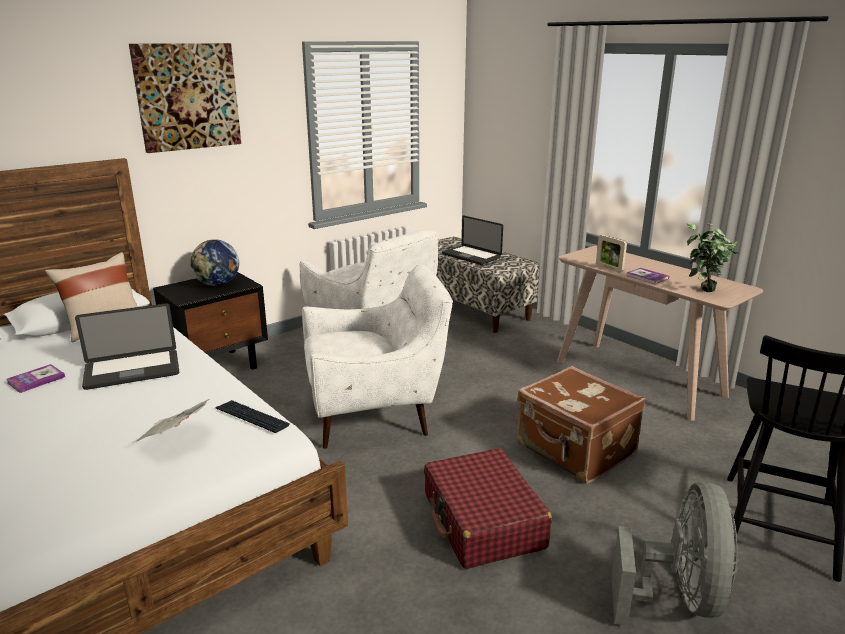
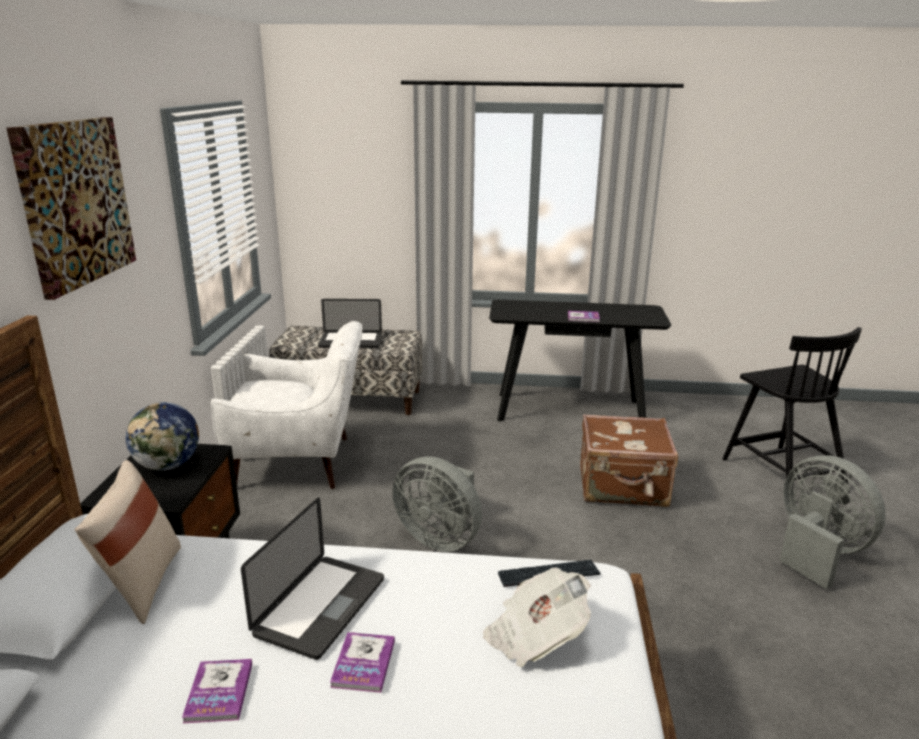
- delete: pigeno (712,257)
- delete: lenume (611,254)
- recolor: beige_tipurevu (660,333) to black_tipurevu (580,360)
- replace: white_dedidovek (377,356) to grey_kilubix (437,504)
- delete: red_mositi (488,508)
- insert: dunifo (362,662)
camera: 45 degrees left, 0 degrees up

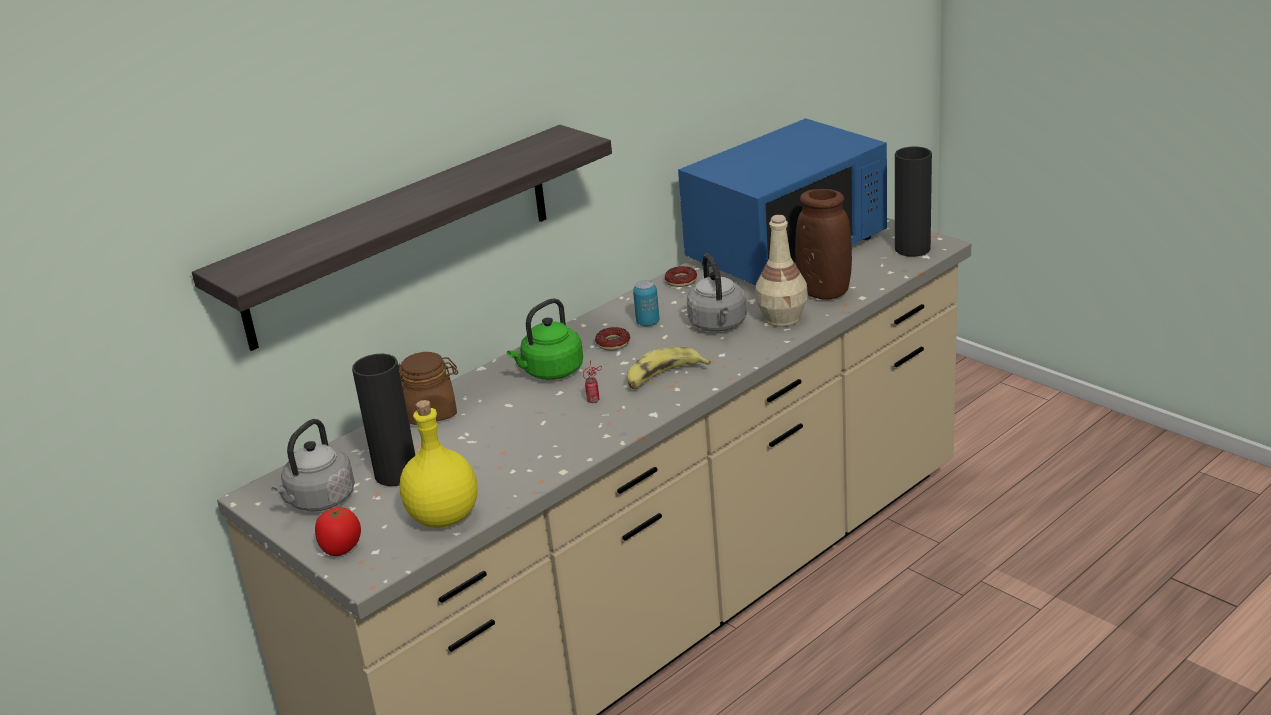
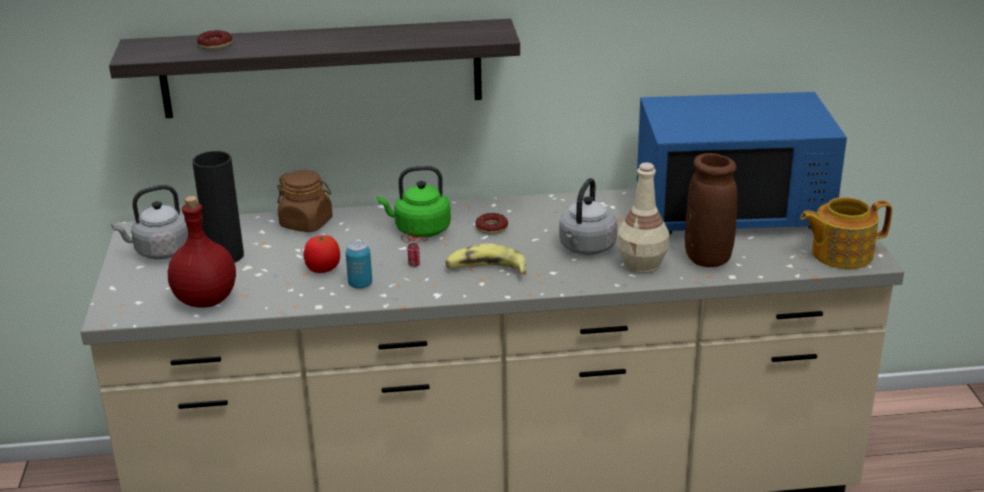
- replace: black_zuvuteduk (913,202) to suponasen (846,233)
- move: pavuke (681,276) to (214,40)
- move: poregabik (646,303) to (359,265)
- recolor: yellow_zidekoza (439,464) to red_zidekoza (202,252)
- move: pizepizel (338,531) to (321,254)
camera: 35 degrees right, 0 degrees up

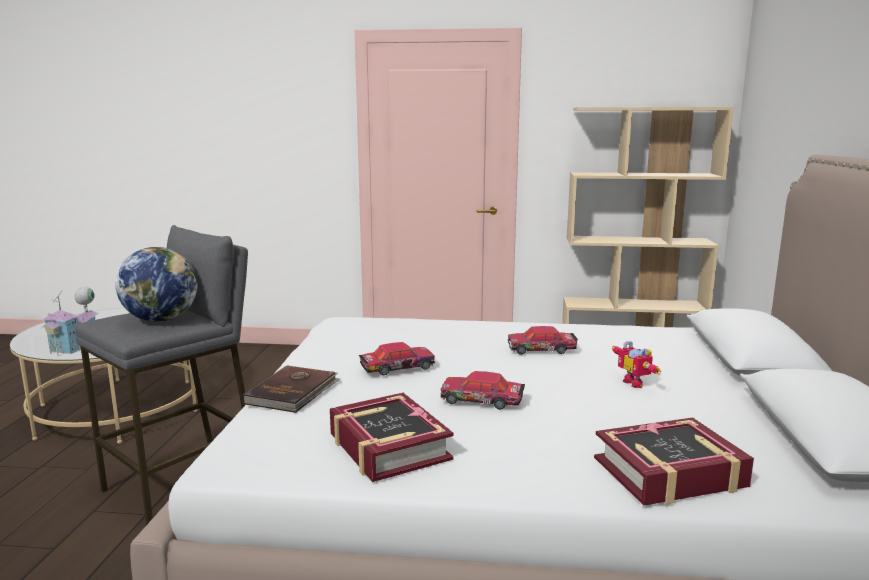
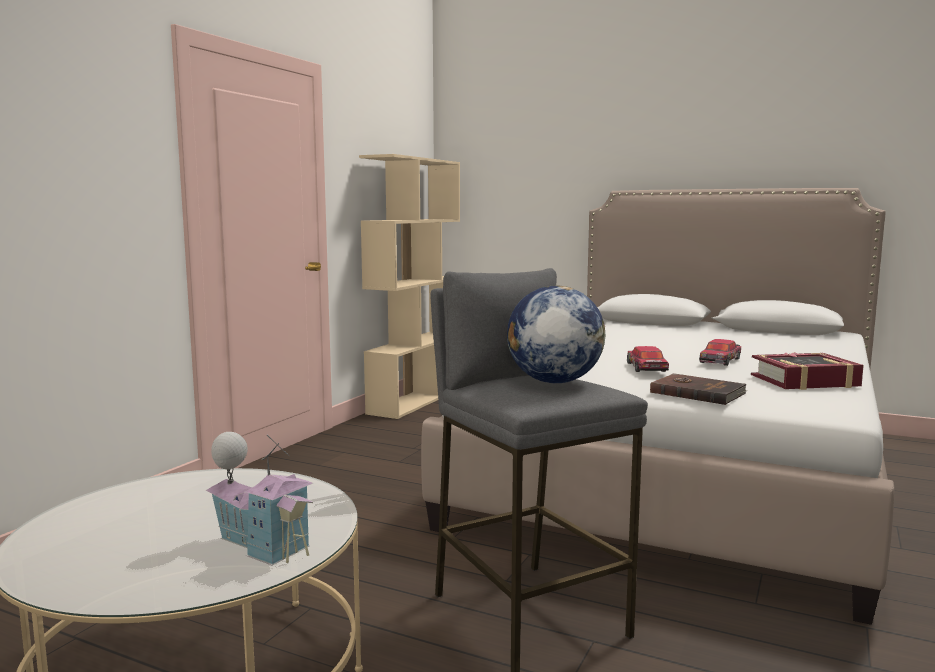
- delete: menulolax (543,340)
- delete: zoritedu (636,364)
- delete: dunifo (674,462)
camera: 70 degrees left, 5 degrees down

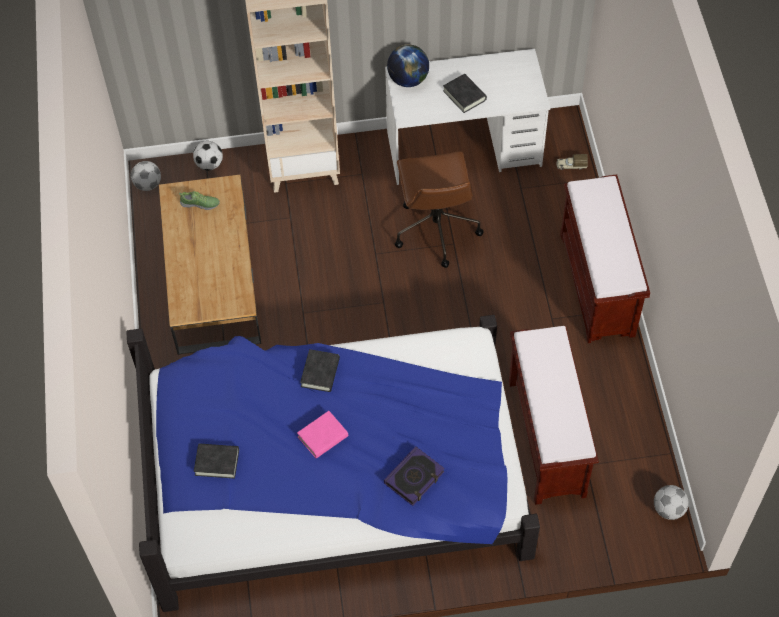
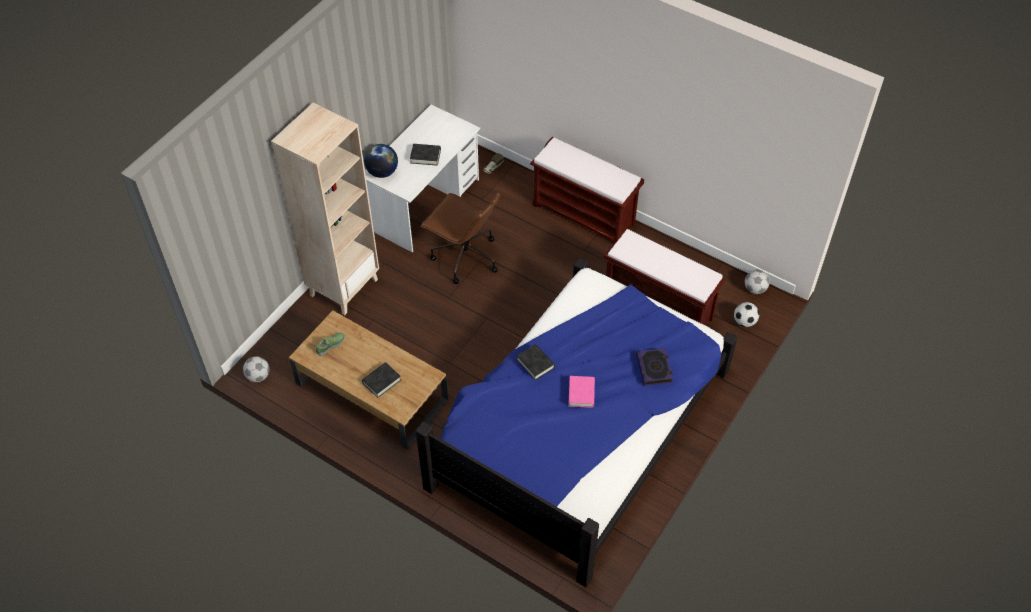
- move: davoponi (208,156) to (746,314)
- move: black_dunifo (216,461) to (381,380)
camera: 50 degrees left, 5 degrees down

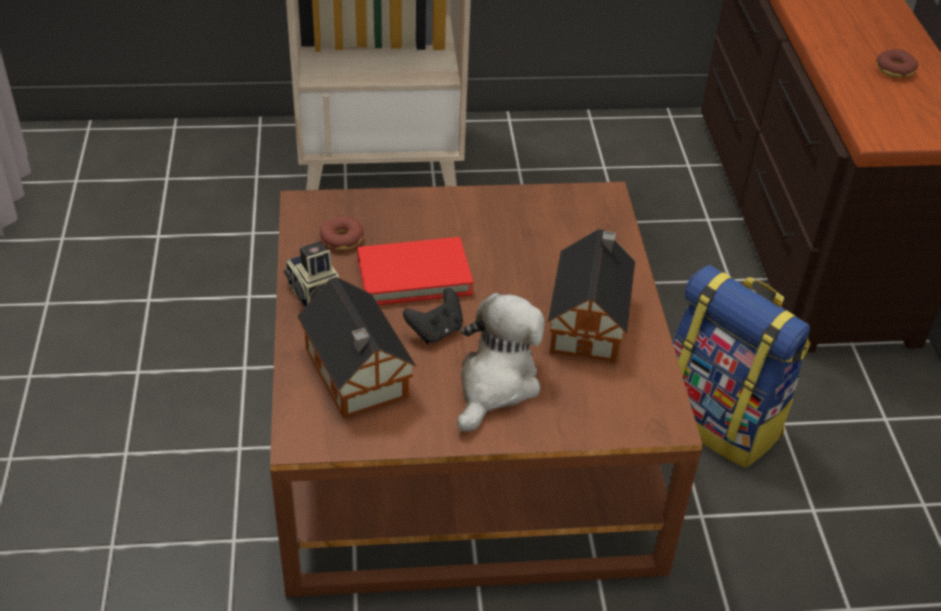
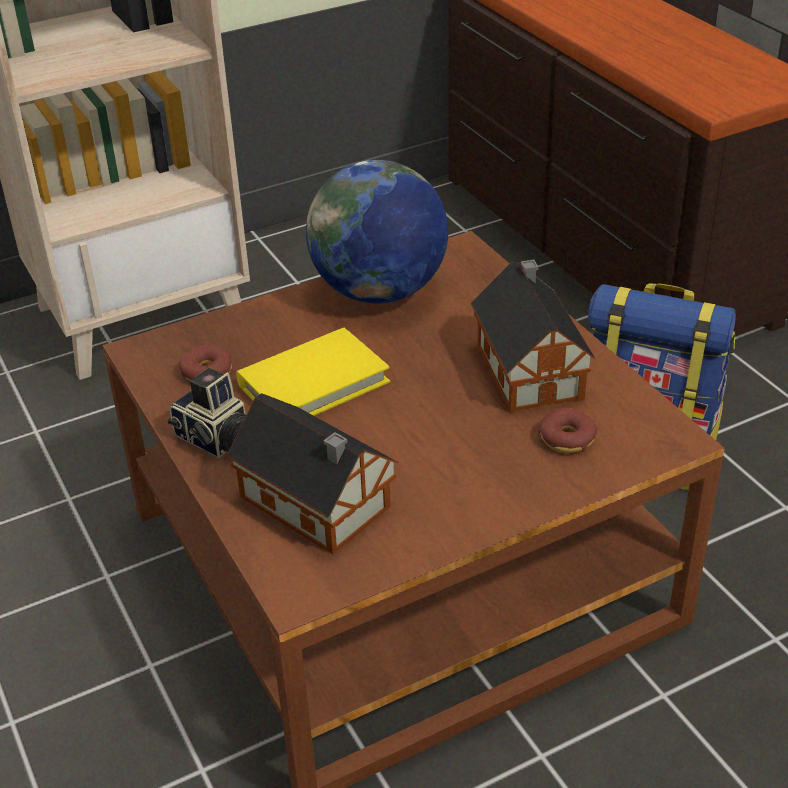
- move: pavuke (897,63) to (567,430)
- recolor: red_dunifo (415,271) to yellow_dunifo (313,372)
- delete: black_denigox (433,316)
- delete: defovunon (501,362)
- insert: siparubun (377,232)
camera: 20 degrees left, 5 degrees down

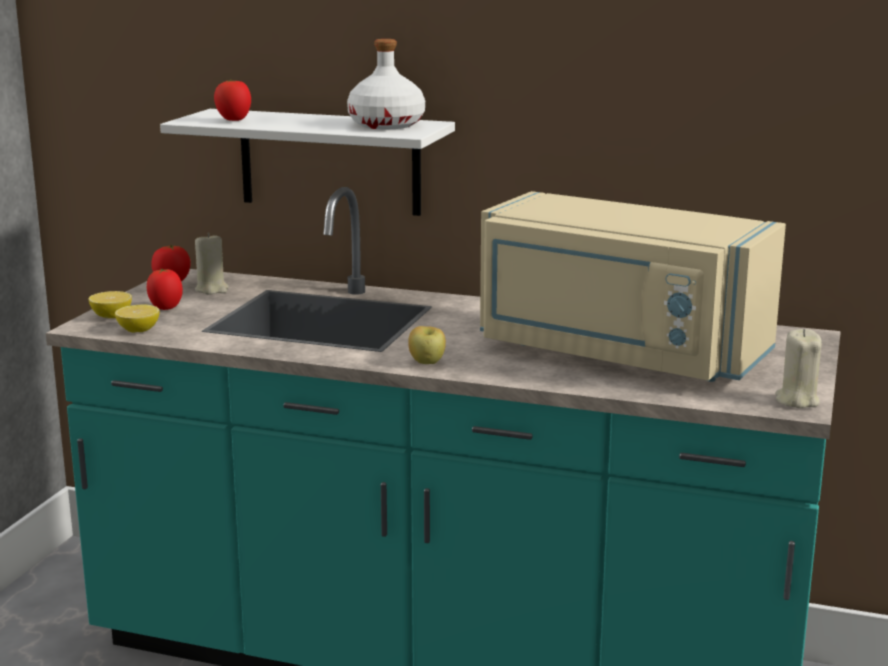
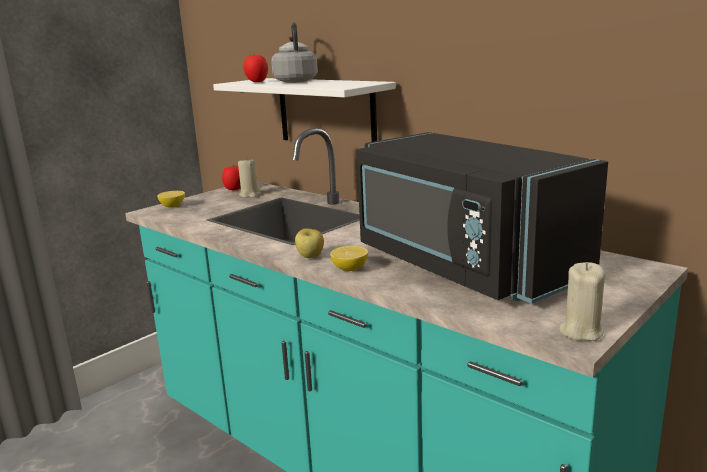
- delete: white_zidekoza (386,84)
- recolor: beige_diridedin (633,286) to black_diridedin (482,218)
- delete: pizepizel (165,289)
- move: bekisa (137,319) to (349,258)
- insert: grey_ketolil (294,52)
camera: 25 degrees right, 0 degrees up

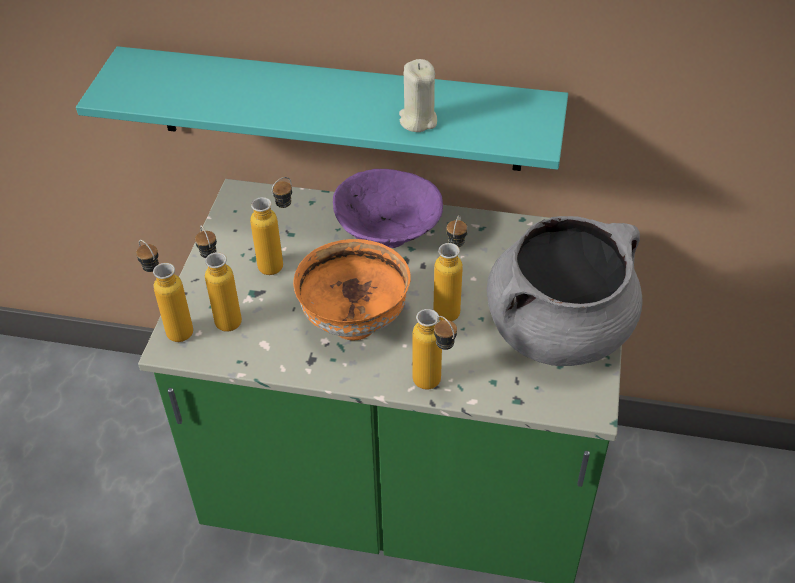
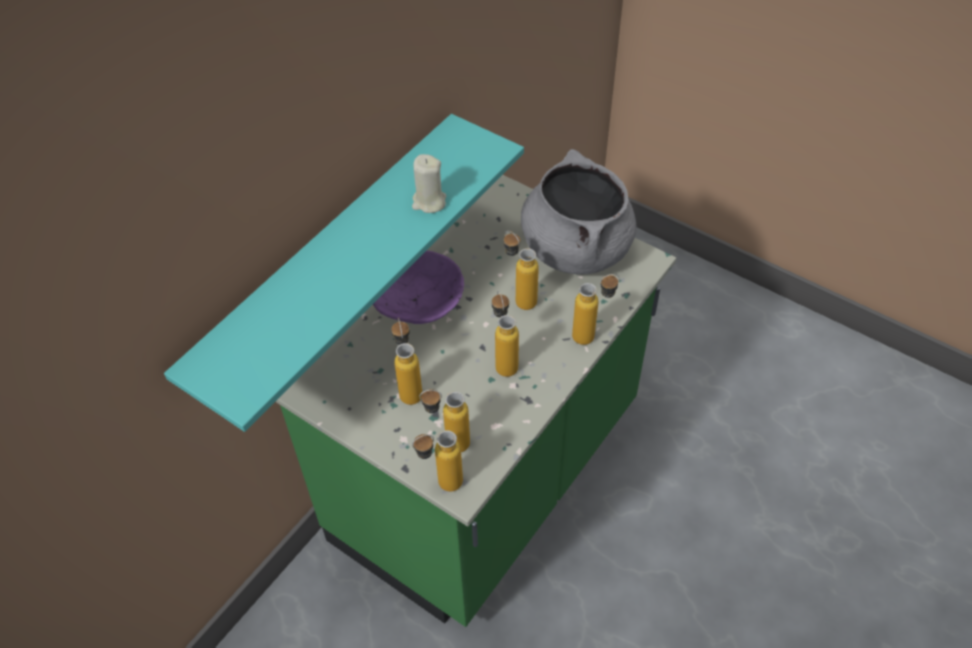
- replace: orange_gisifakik (352,289) to zidekoza (505,334)
camera: 65 degrees left, 5 degrees up

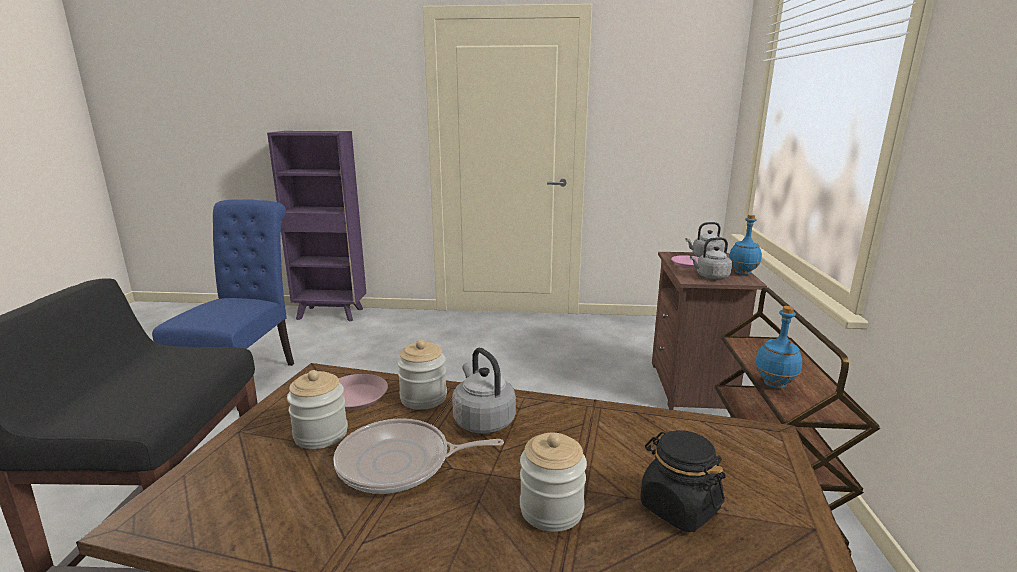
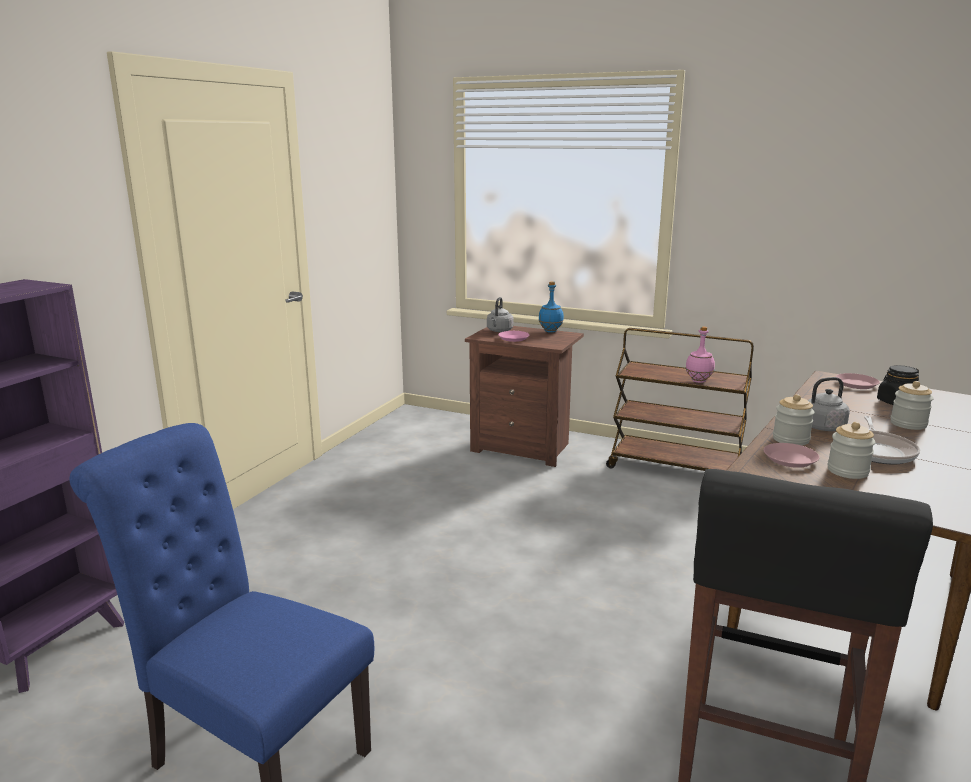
- delete: grey_ketolil (711,258)
- recolor: blue_zidekoza (778,347) to pink_zidekoza (700,354)
- insert: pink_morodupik (858,381)
camera: 70 degrees left, 0 degrees up

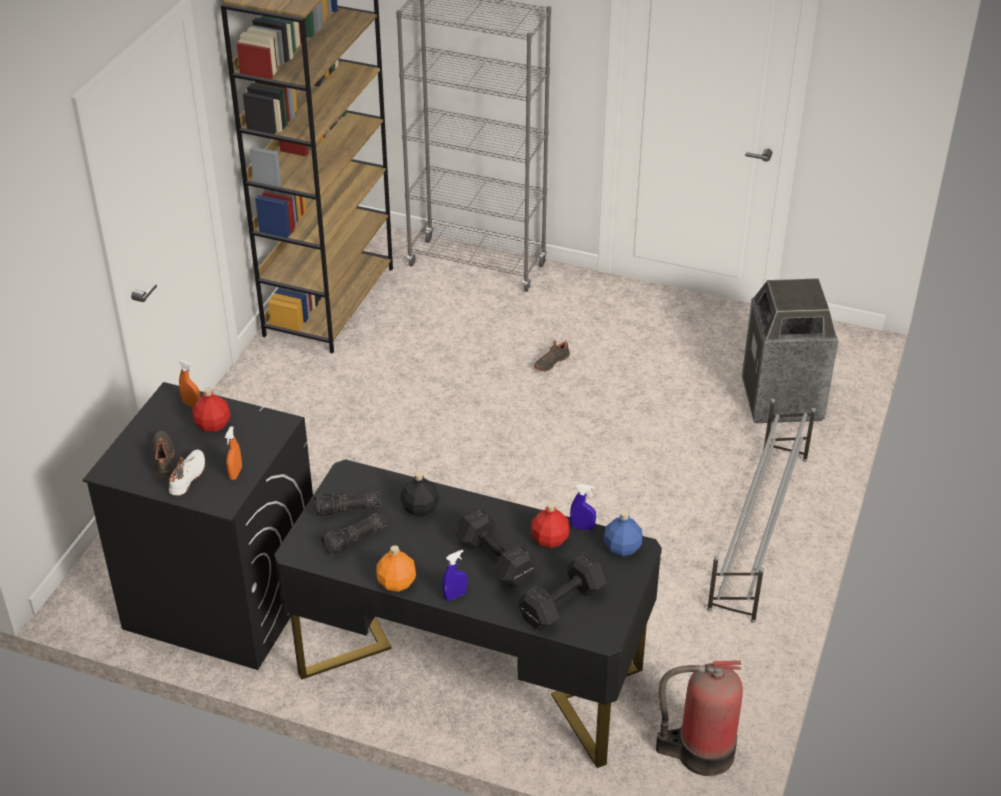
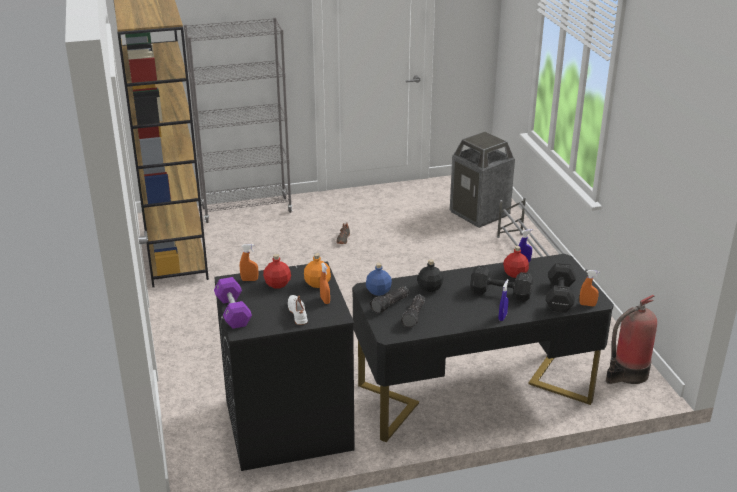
- delete: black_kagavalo (163,454)
- move: blue_zidekoza (623,533) to (379,279)
- move: orange_zidekoza (396,568) to (317,270)
- insert: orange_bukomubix (589,288)
- insert: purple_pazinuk (233,303)
camera: 35 degrees left, 10 degrees down

